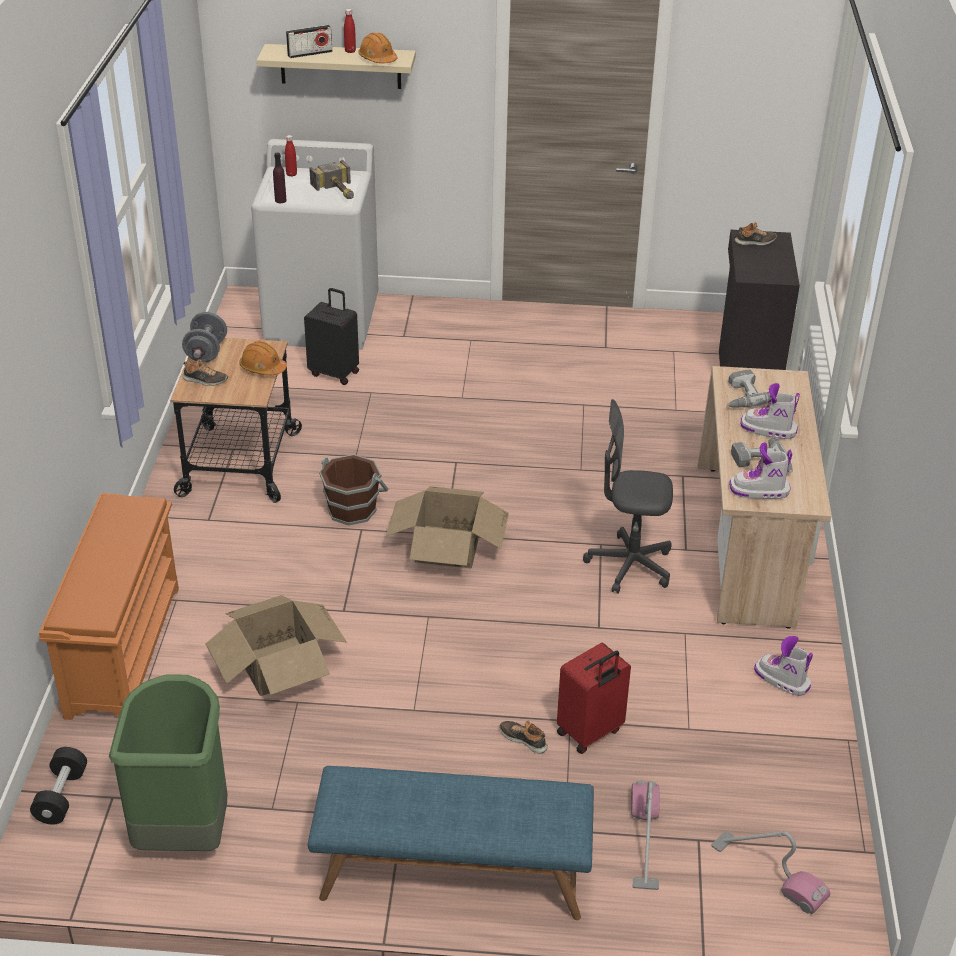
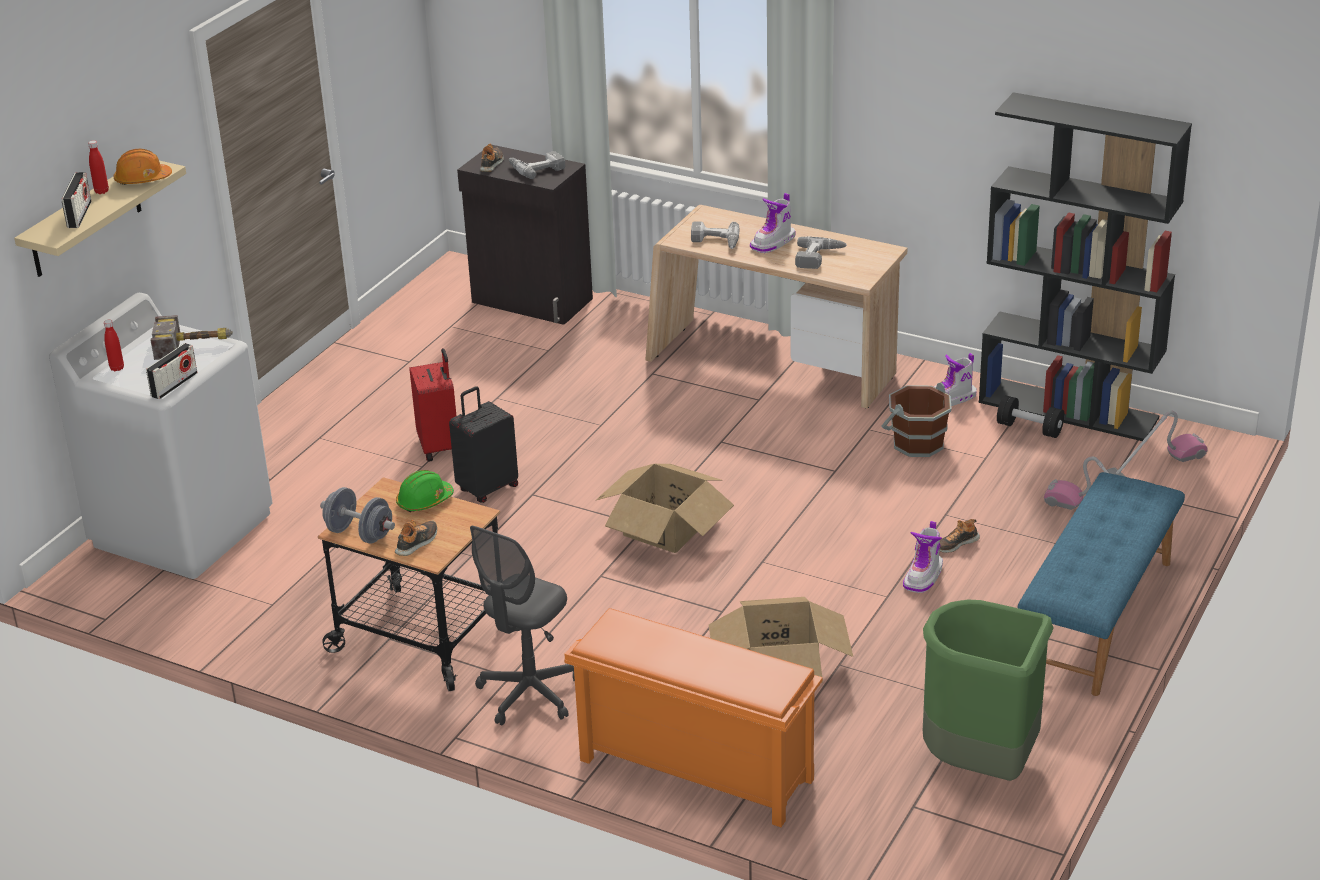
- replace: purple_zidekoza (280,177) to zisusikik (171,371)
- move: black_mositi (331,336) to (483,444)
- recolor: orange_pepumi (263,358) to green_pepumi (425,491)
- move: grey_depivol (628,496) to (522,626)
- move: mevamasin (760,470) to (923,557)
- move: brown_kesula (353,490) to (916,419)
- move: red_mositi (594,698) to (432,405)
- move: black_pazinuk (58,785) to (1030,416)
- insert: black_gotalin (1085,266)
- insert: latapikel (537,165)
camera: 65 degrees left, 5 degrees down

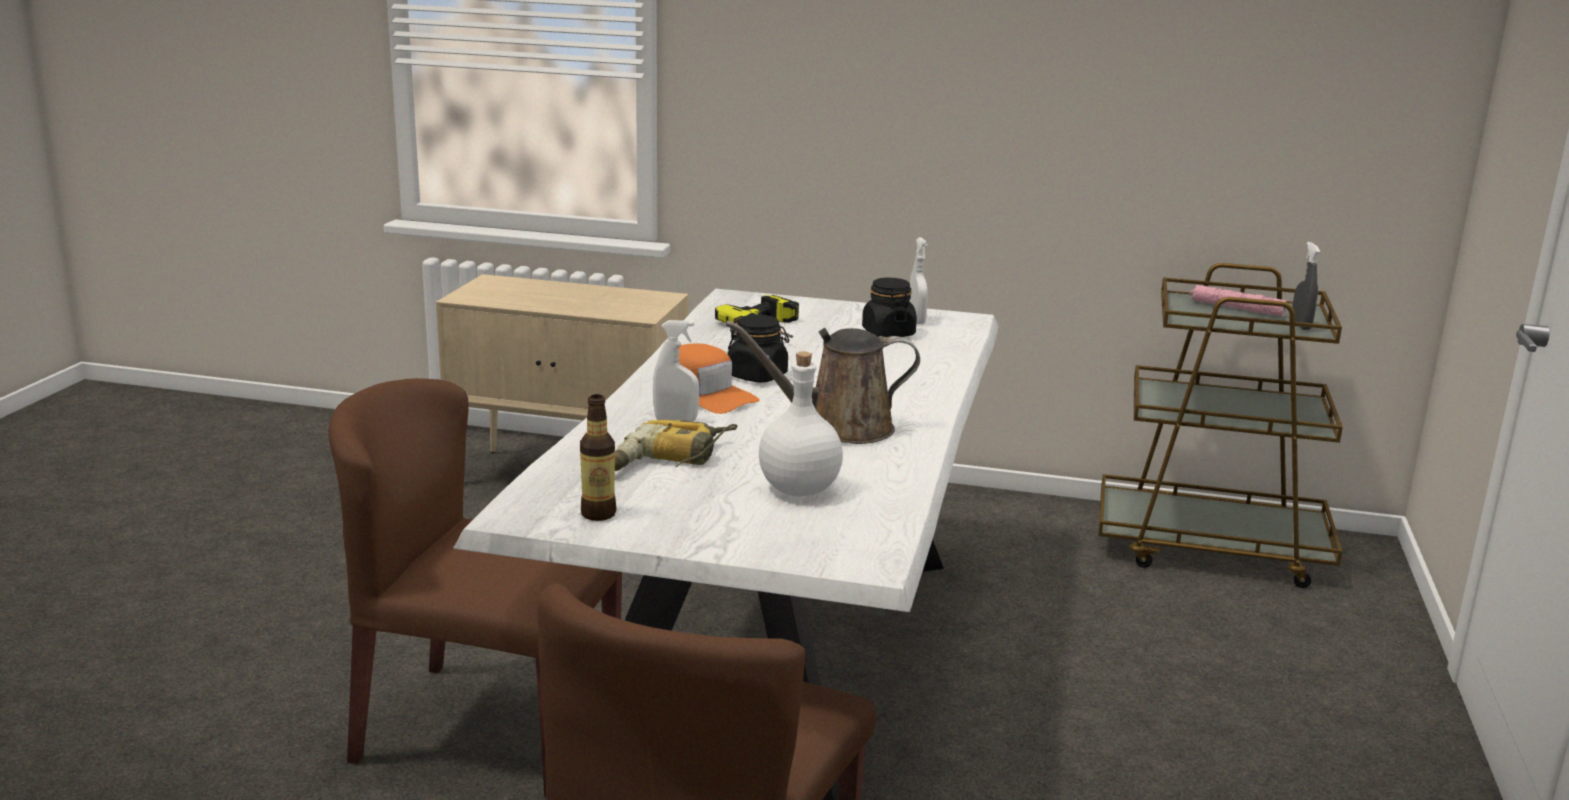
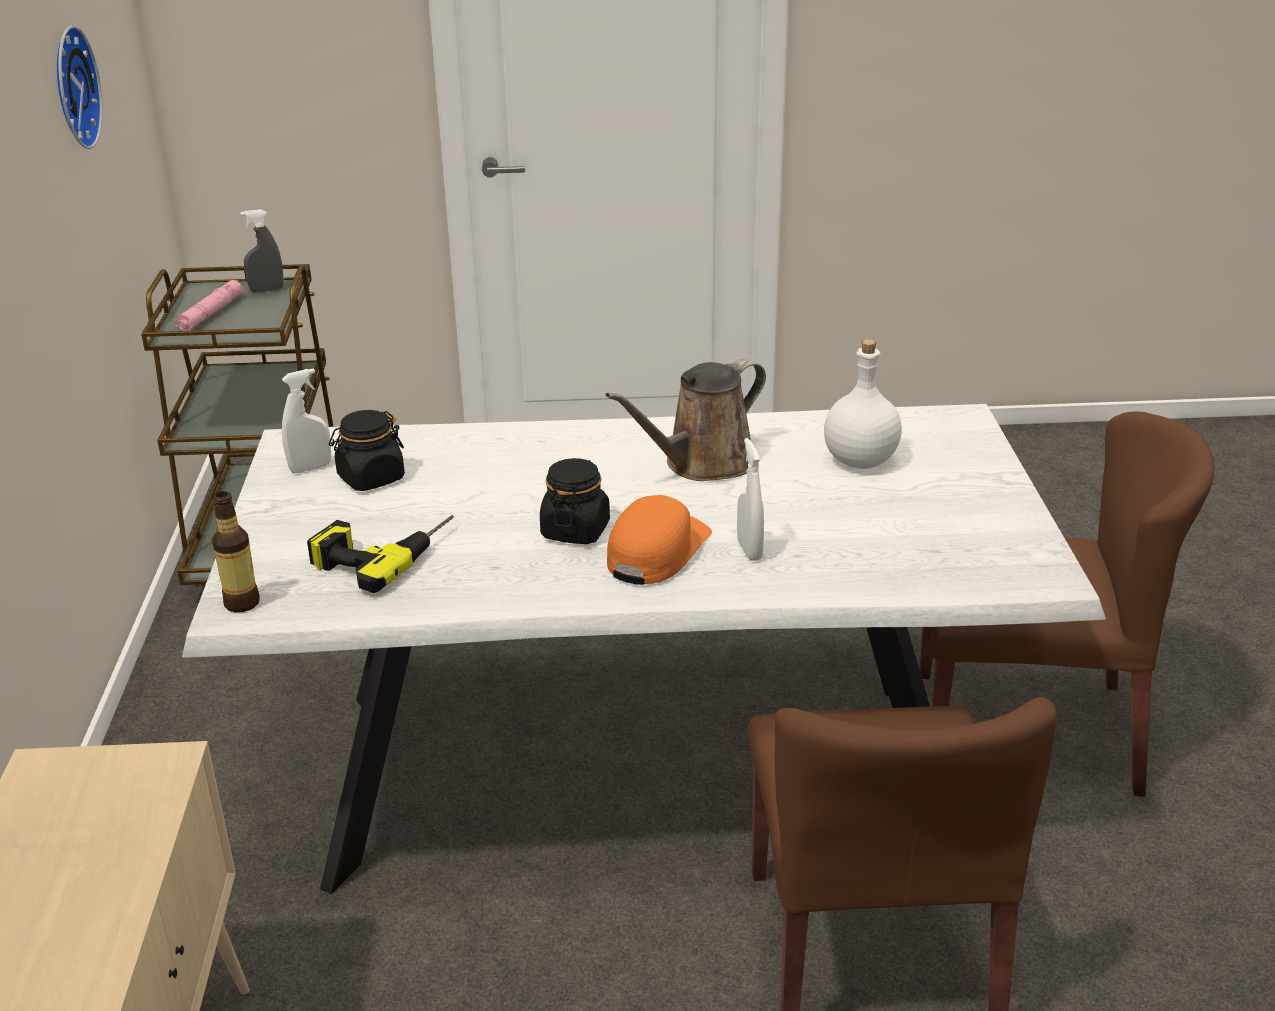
- rotate: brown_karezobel (822,382) = (686,420) 75 degrees clockwise
- move: zidekoza (598,457) to (236,551)
- delete: latapikel (676,445)
- insert: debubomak (80,87)
camera: 105 degrees left, 10 degrees up

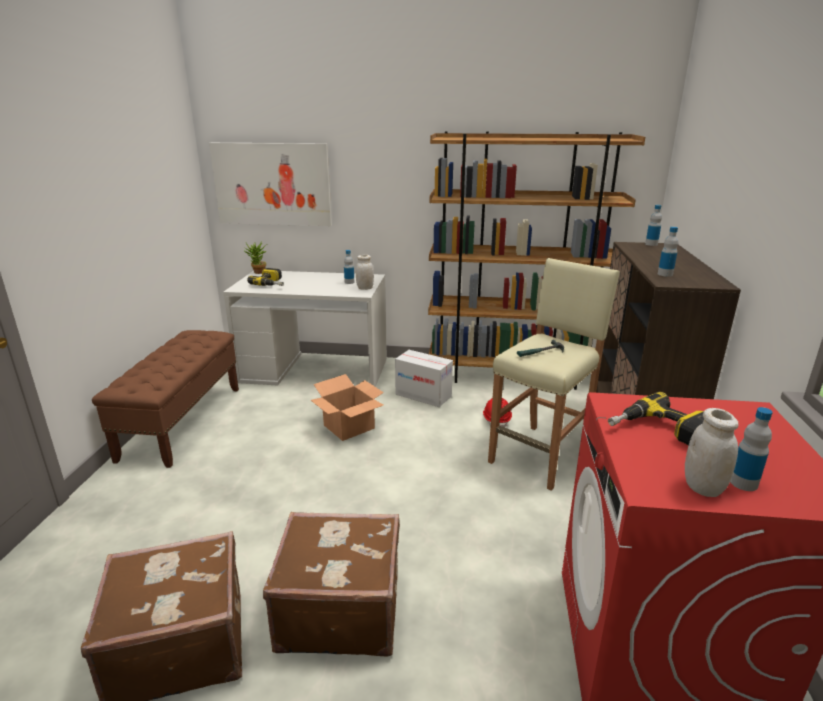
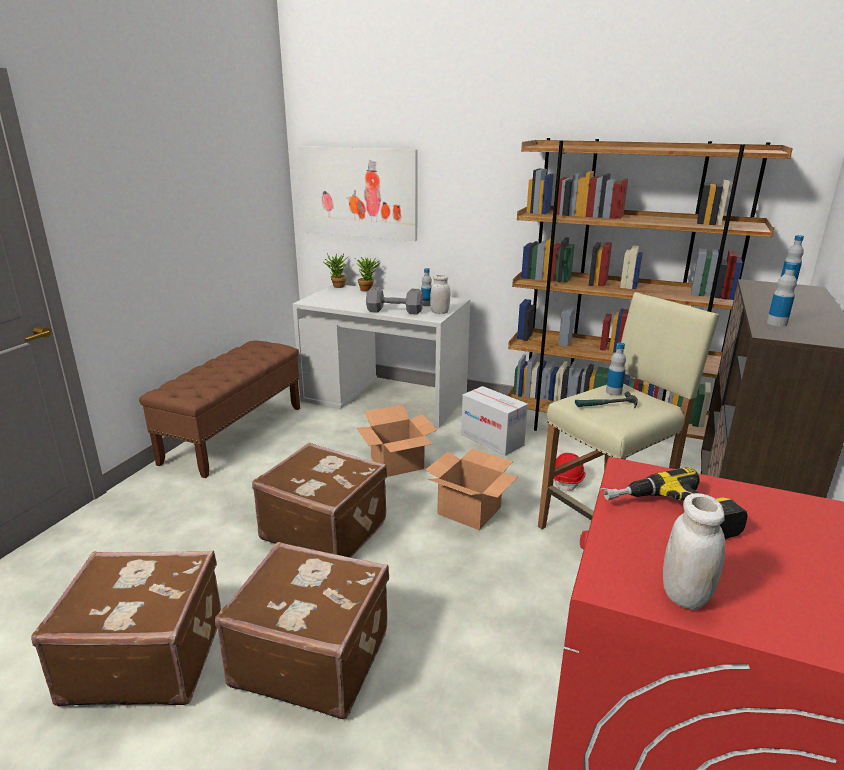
- delete: latapikel (265,277)
- move: zidekoza (751,449) to (616,369)
- insert: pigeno (367,274)
- insert: grey_pazinuk (394,300)
- insert: brown_mositi (320,500)
- insert: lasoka (471,489)
camera: 15 degrees right, 0 degrees up

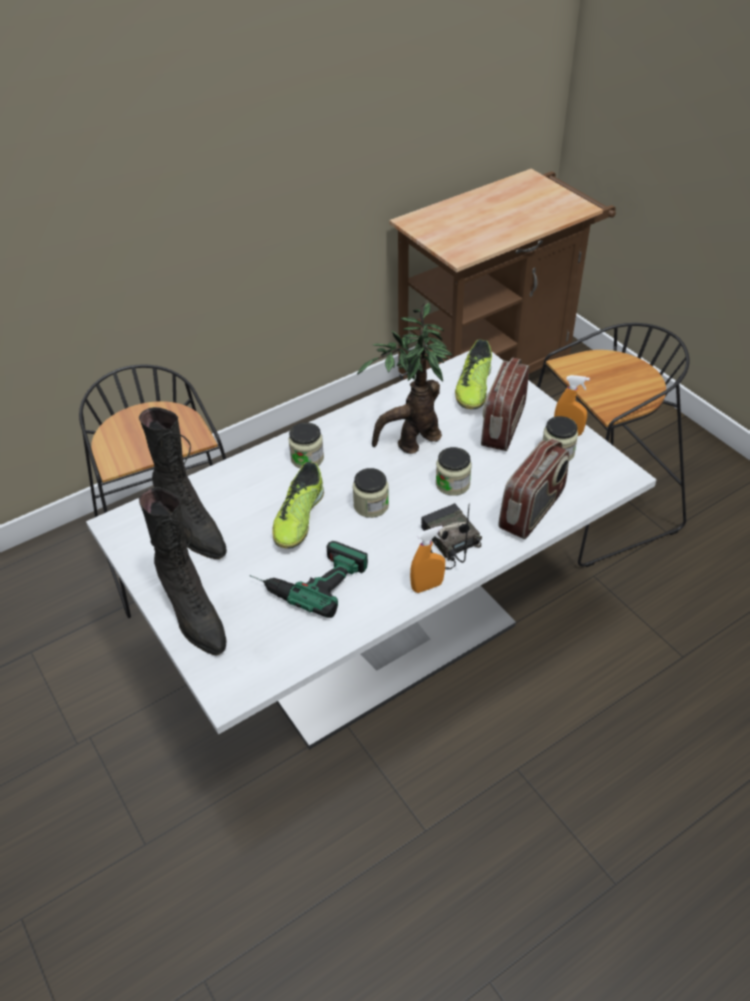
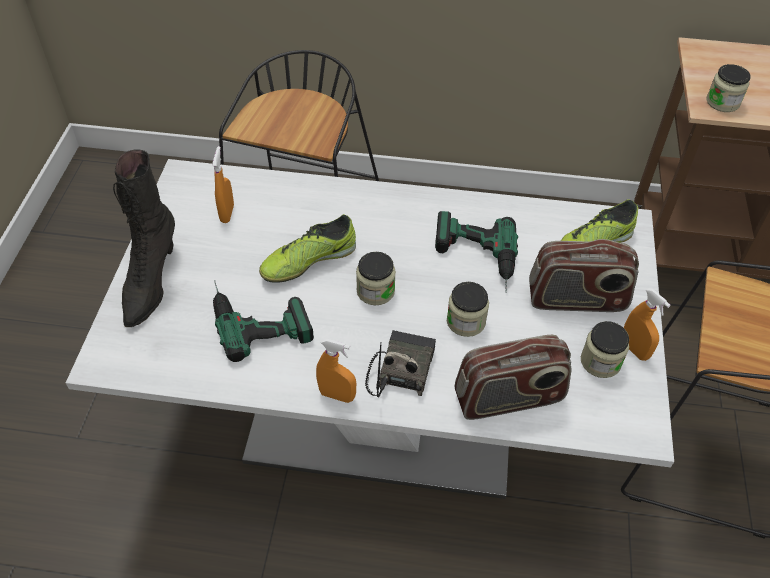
- replace: pigeno (404,378) to latapikel (476,252)
- rotate: zisusikik (505,404) = (584,275) 150 degrees counterclockwise
- replace: black_mevamasin (183,483) to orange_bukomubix (223,184)
- move: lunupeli (306,445) to (728,88)
camera: 40 degrees right, 5 degrees up

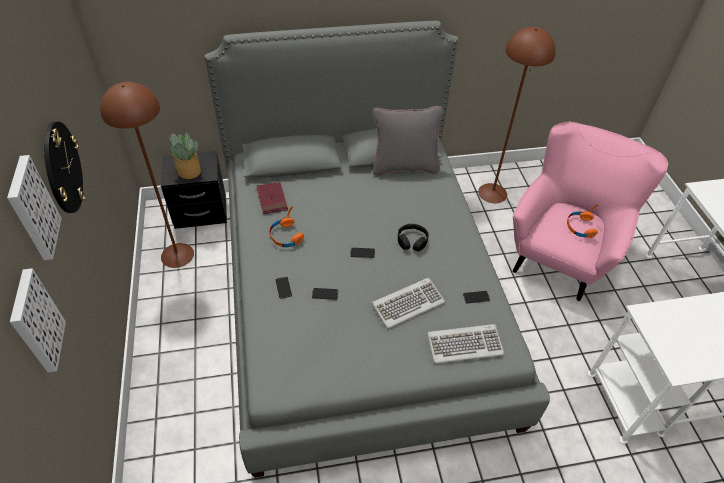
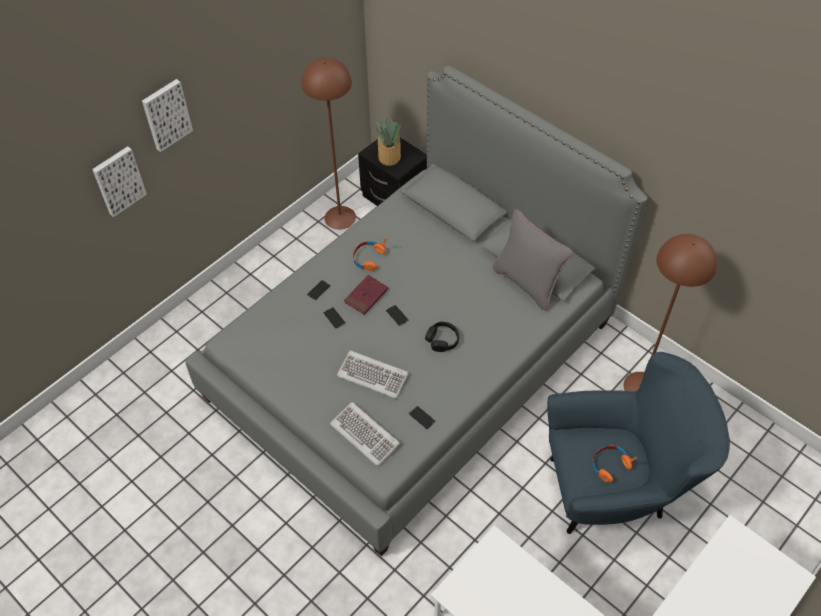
- delete: debubomak (64,167)
- recolor: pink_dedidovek (590,211) to blue_dedidovek (638,443)
- move: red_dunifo (272,198) to (366,295)
camera: 55 degrees right, 5 degrees up

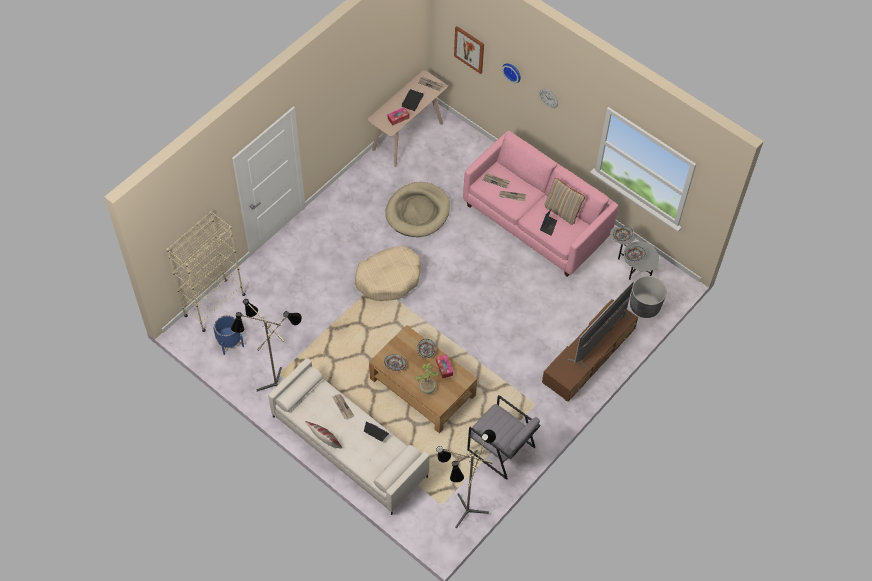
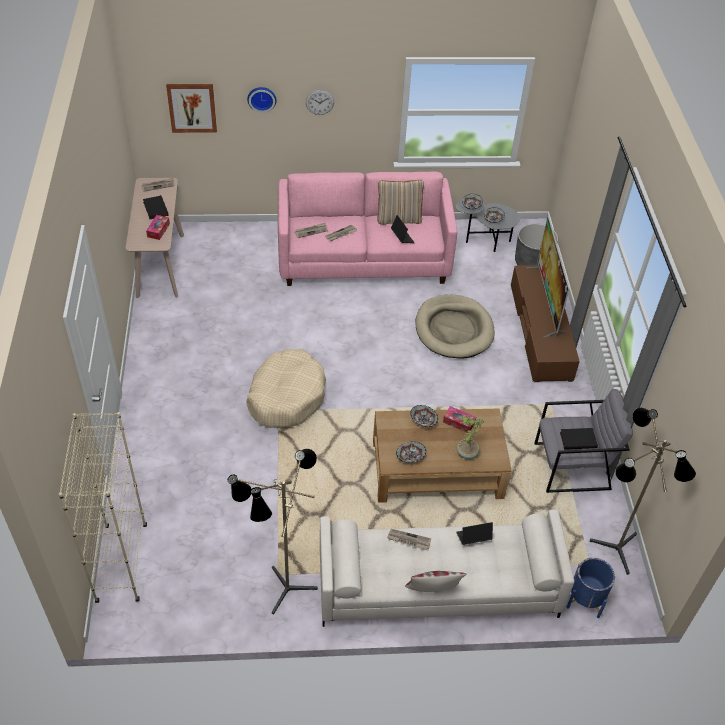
- move: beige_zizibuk (417,209) to (455,326)
- move: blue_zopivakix (228,335) to (591,588)
- insert: black_dunifo (579,439)
camera: 45 degrees left, 10 degrees down

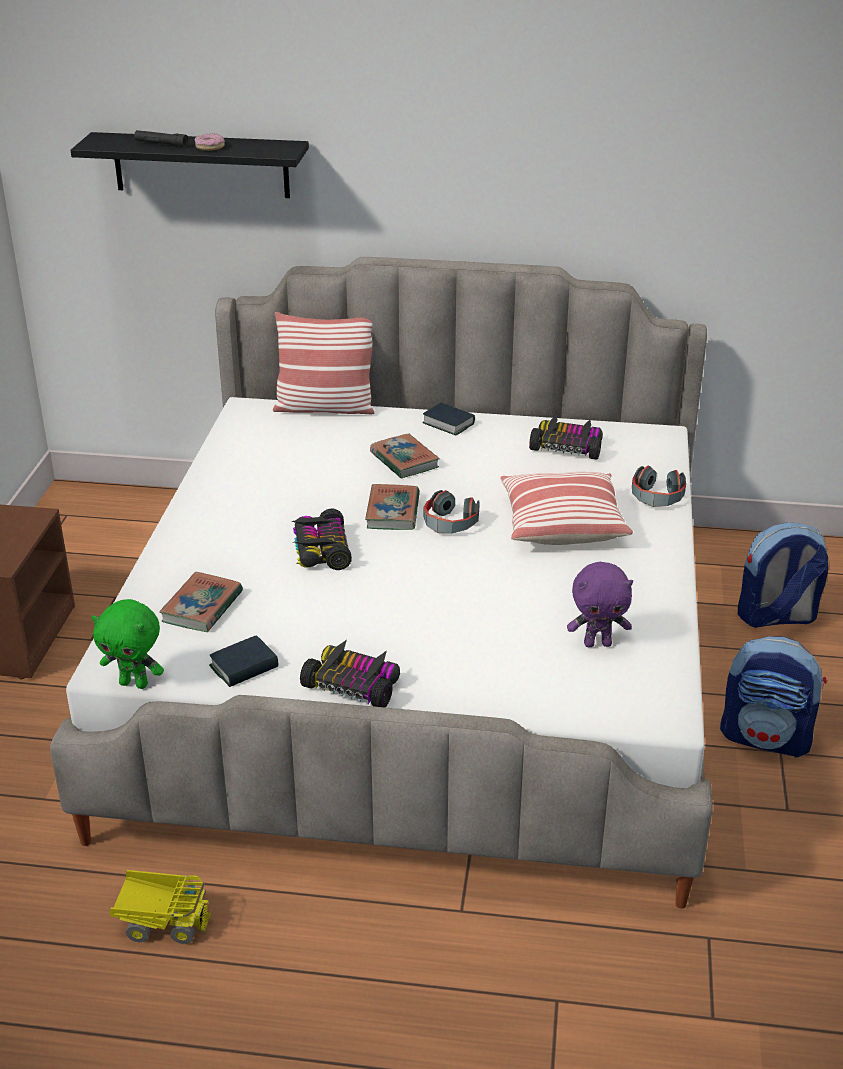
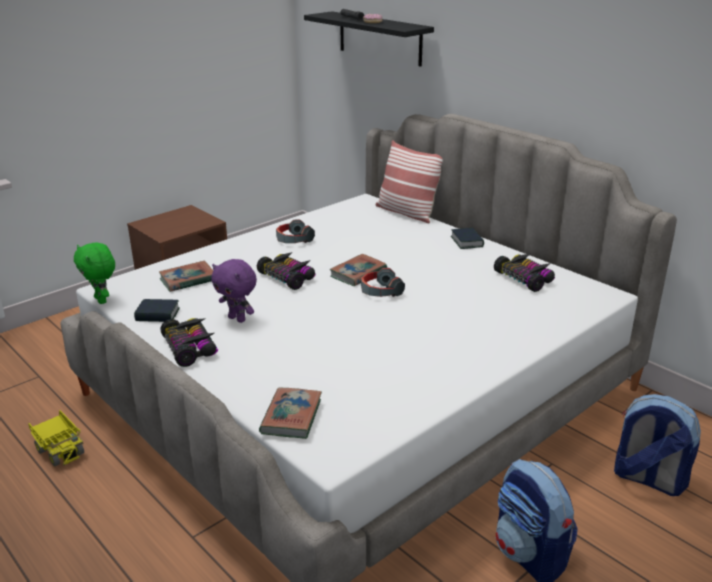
- move: dunifo (405,455) to (290,413)
- move: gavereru (659,486) to (295,231)
- delete: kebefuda (566,508)
- rotate: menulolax (321,539) = (286,271) 105 degrees clockwise
- move: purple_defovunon (600,604) to (234,291)
camera: 40 degrees right, 5 degrees down

